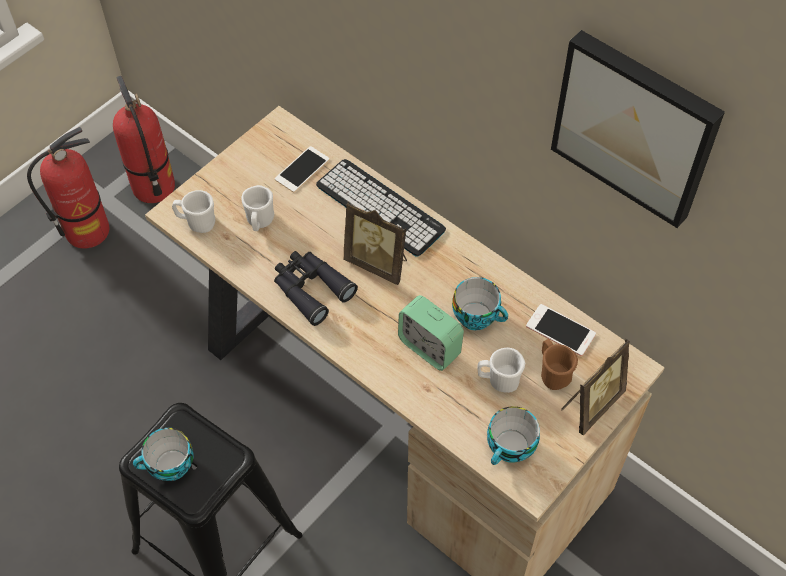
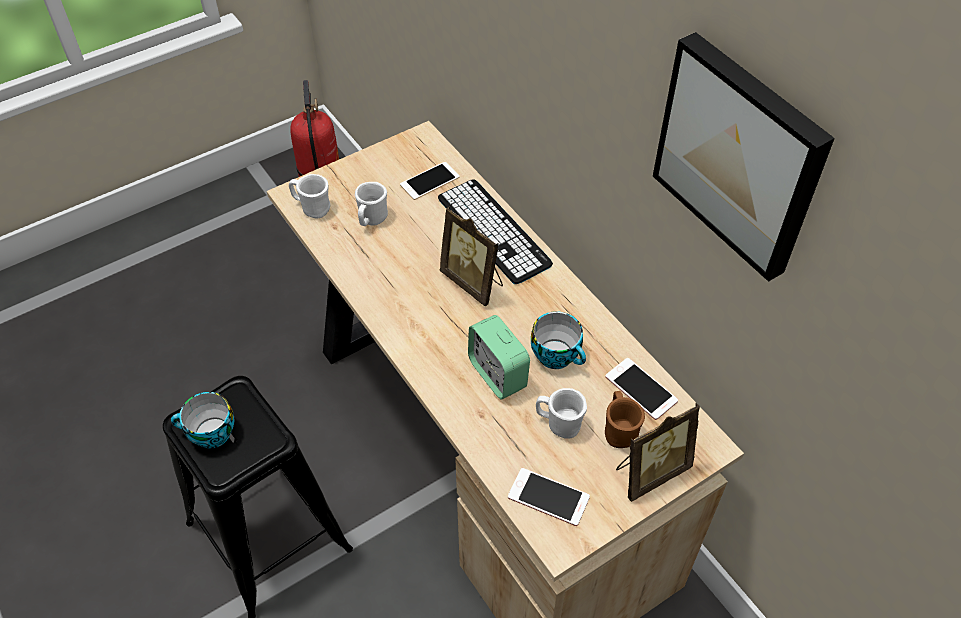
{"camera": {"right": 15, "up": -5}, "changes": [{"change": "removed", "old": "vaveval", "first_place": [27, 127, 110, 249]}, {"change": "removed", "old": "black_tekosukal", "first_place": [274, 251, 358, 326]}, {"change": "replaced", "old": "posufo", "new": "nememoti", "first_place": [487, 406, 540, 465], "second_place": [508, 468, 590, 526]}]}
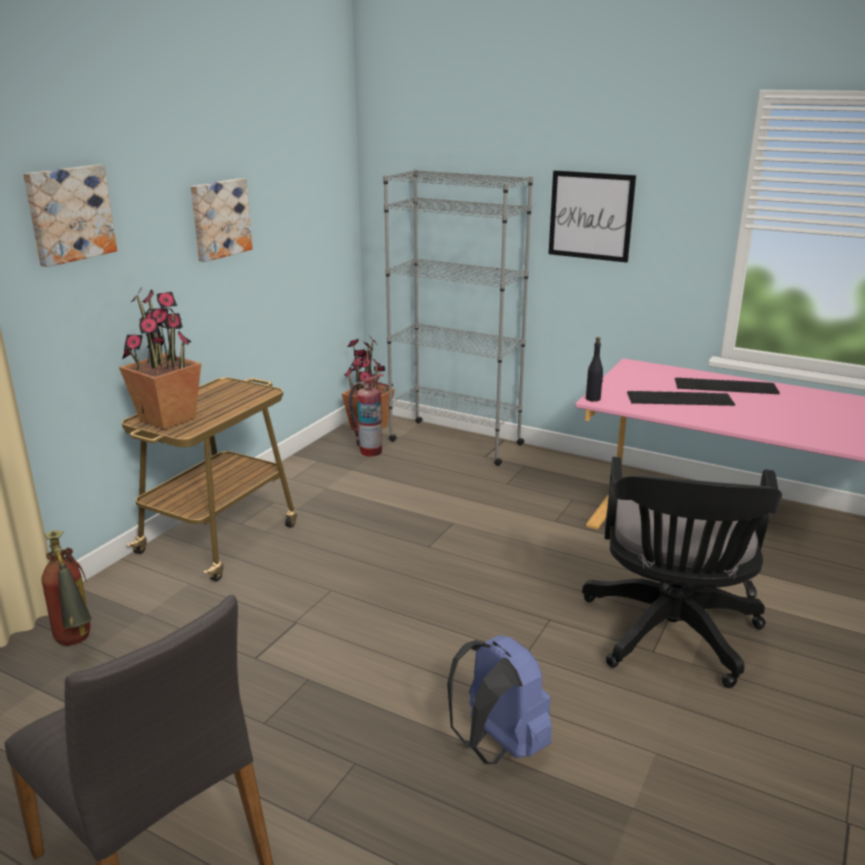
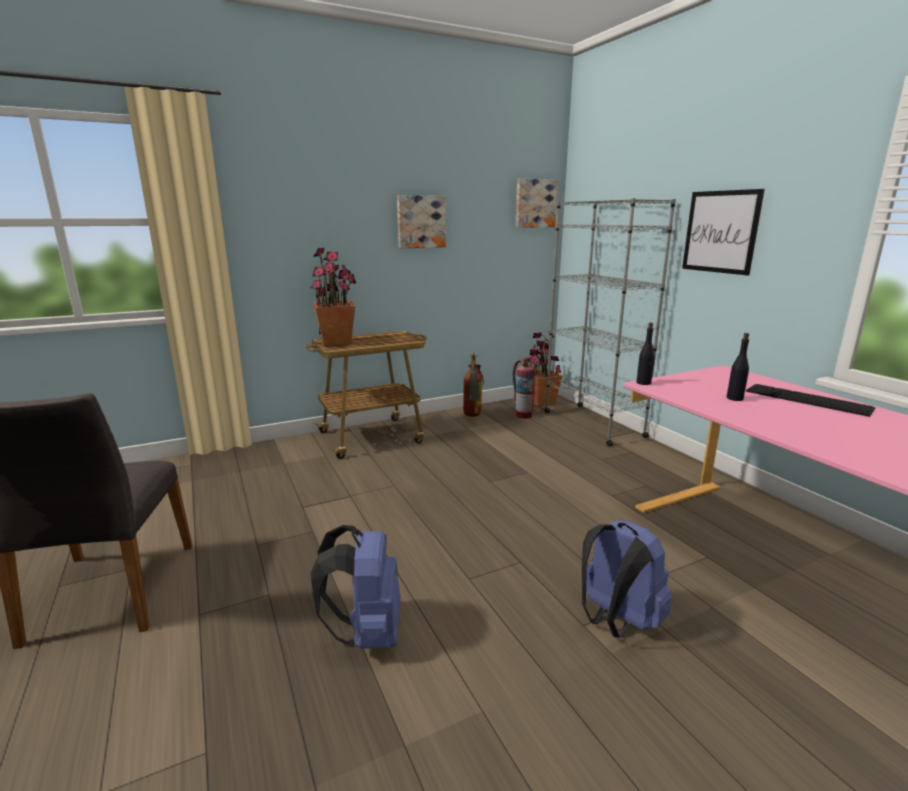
{"camera": {"right": 35, "up": -5}, "changes": [{"change": "moved", "old": "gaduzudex", "first_place": [23, 165, 117, 267], "second_place": [516, 178, 558, 228]}, {"change": "moved", "old": "vaveval", "first_place": [41, 530, 92, 646], "second_place": [463, 353, 484, 417]}, {"change": "replaced", "old": "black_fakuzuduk", "new": "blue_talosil", "first_place": [582, 457, 782, 688], "second_place": [582, 520, 671, 637]}, {"change": "replaced", "old": "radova", "new": "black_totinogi", "first_place": [627, 391, 735, 406], "second_place": [727, 333, 749, 401]}]}
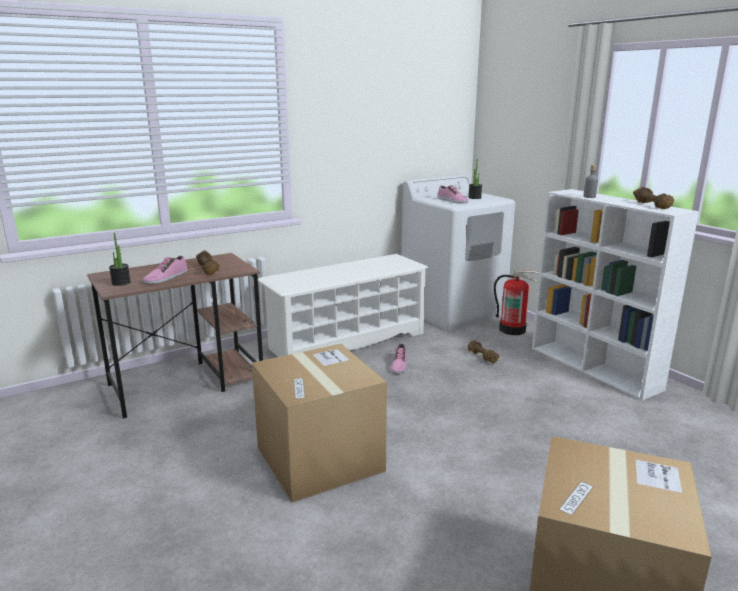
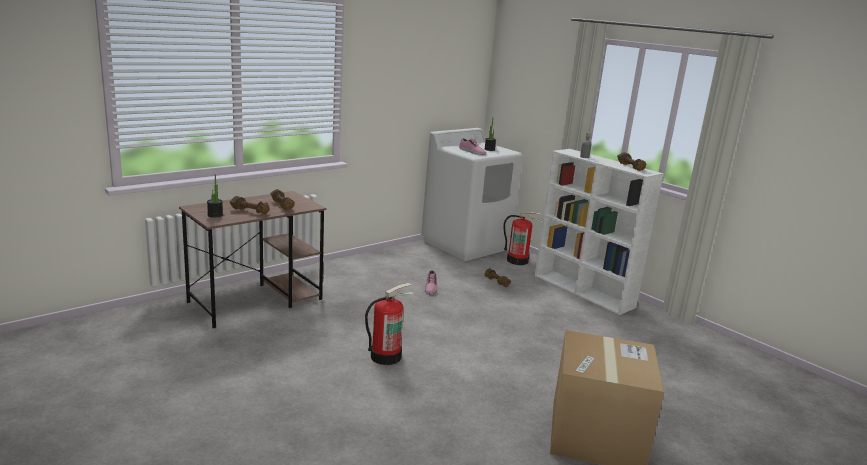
{"camera": {"right": -10, "up": 0}, "changes": [{"change": "removed", "old": "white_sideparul", "first_place": [258, 254, 429, 357]}, {"change": "replaced", "old": "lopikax", "new": "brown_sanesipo", "first_place": [143, 256, 187, 284], "second_place": [230, 196, 270, 215]}, {"change": "replaced", "old": "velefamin", "new": "vaveval", "first_place": [252, 344, 387, 503], "second_place": [365, 283, 414, 365]}]}
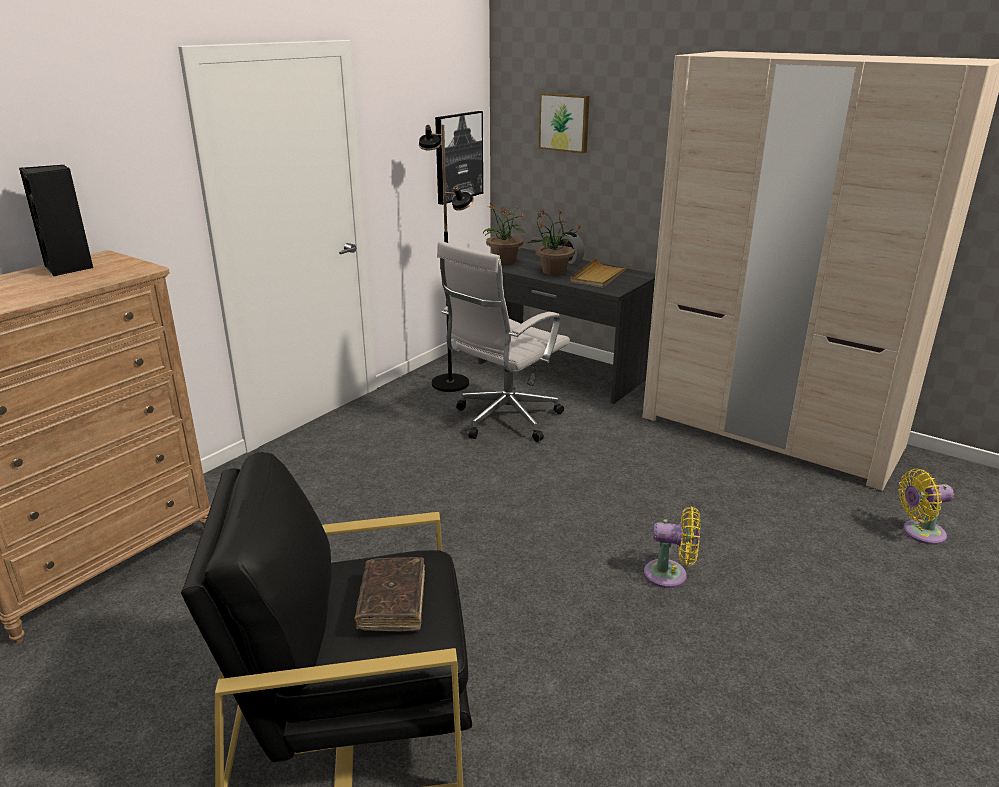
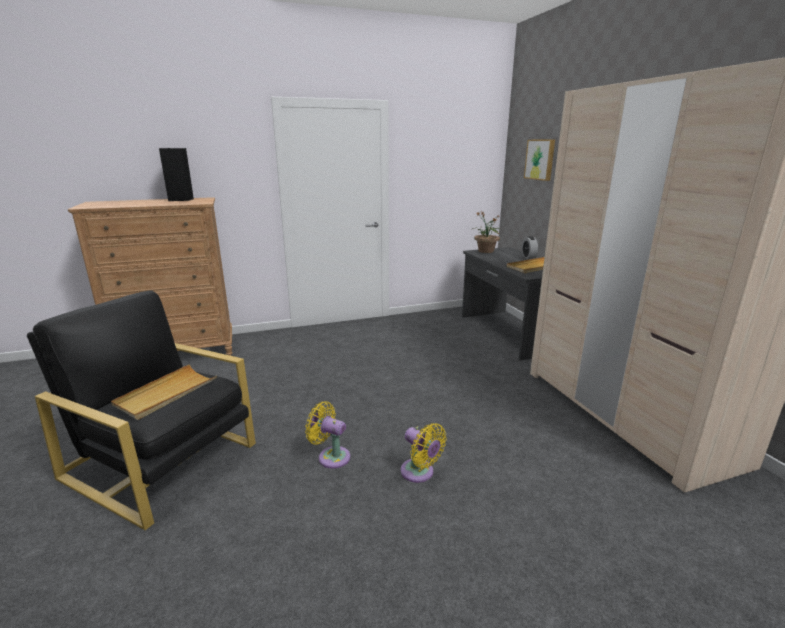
{"camera": {"right": 35, "up": -5}, "changes": [{"change": "removed", "old": "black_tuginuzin", "first_place": [419, 125, 474, 392]}, {"change": "removed", "old": "gaduzudex", "first_place": [435, 111, 483, 205]}, {"change": "removed", "old": "white_fakuzuduk", "first_place": [437, 241, 570, 442]}, {"change": "removed", "old": "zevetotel", "first_place": [526, 208, 581, 275]}, {"change": "moved", "old": "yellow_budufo", "first_place": [898, 469, 954, 545], "second_place": [305, 401, 350, 469]}, {"change": "replaced", "old": "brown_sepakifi", "new": "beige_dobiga", "first_place": [354, 557, 425, 632], "second_place": [111, 364, 217, 420]}]}
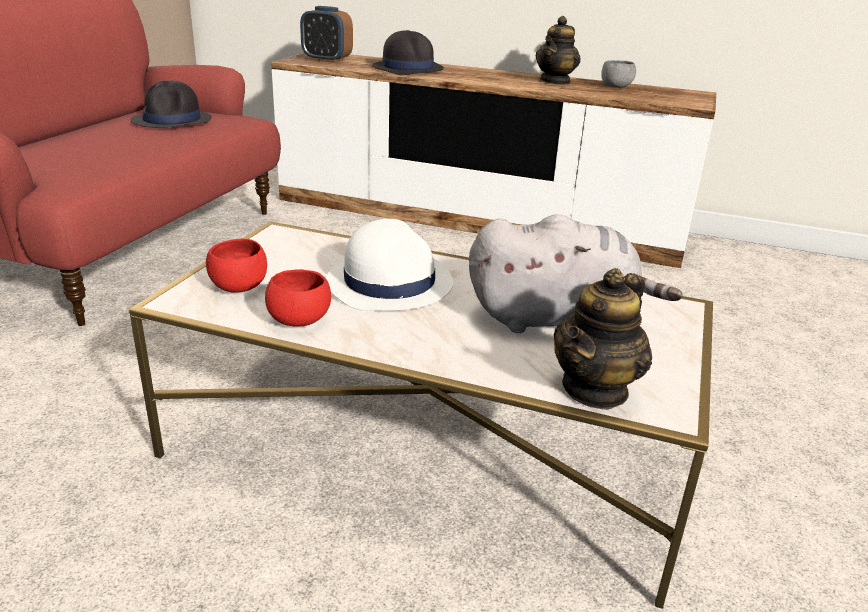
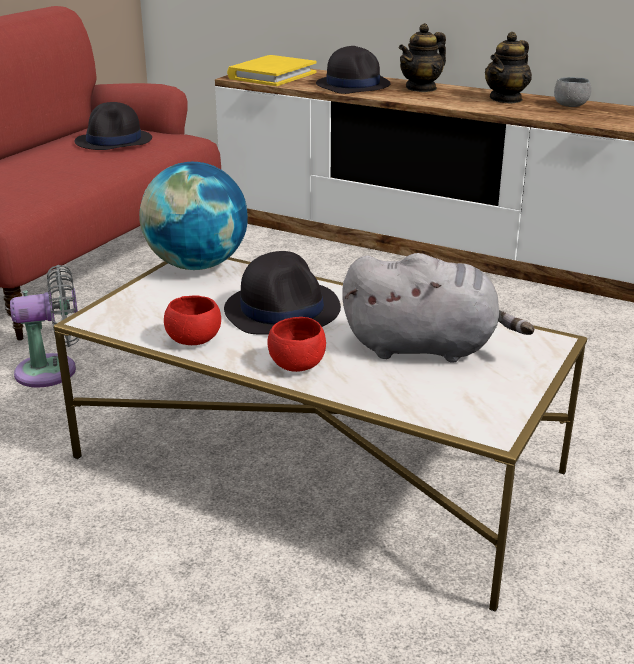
{"camera": {"right": 10, "up": 0}, "changes": [{"change": "added", "new": "grey_budufo", "second_place": [10, 265, 79, 388]}, {"change": "added", "new": "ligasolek", "second_place": [139, 162, 248, 270]}, {"change": "moved", "old": "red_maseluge", "first_place": [206, 239, 267, 293], "second_place": [267, 317, 326, 372]}, {"change": "moved", "old": "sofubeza", "first_place": [553, 268, 652, 410], "second_place": [399, 23, 446, 92]}, {"change": "replaced", "old": "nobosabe", "new": "yellow_sepakifi", "first_place": [300, 6, 353, 63], "second_place": [227, 55, 317, 86]}, {"change": "recoloured", "old": "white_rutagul", "new": "black_rutagul", "first_place": [326, 219, 453, 311], "second_place": [224, 251, 341, 334]}]}
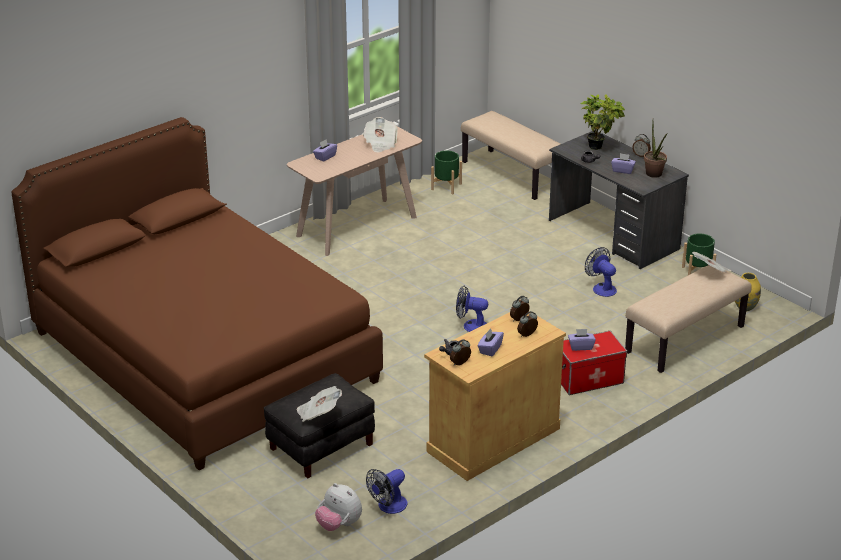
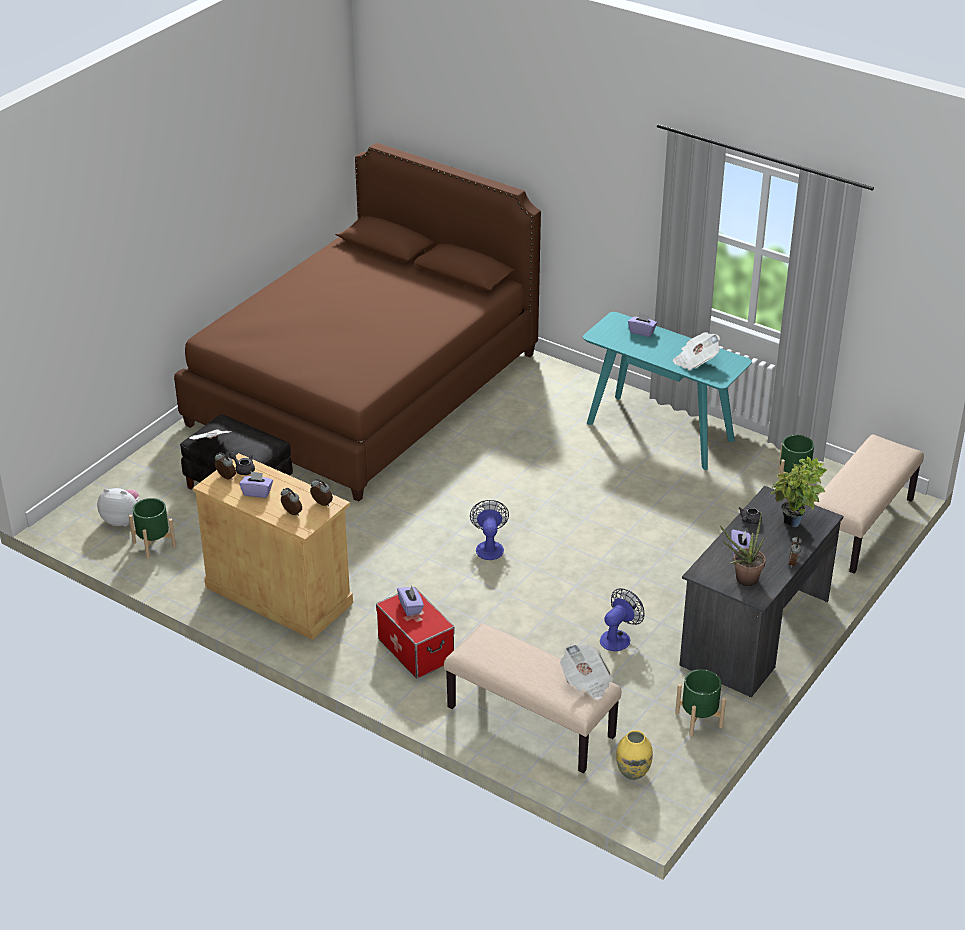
{"camera": {"right": 75, "up": 5}, "changes": [{"change": "replaced", "old": "budufo", "new": "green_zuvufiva", "first_place": [366, 469, 408, 514], "second_place": [129, 498, 176, 559]}, {"change": "recoloured", "old": "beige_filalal", "new": "turquoise_filalal", "first_place": [287, 127, 422, 256], "second_place": [583, 312, 752, 470]}, {"change": "turned", "old": "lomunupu", "first_place": [315, 483, 362, 531], "second_place": [97, 488, 139, 526], "degrees": 75}]}
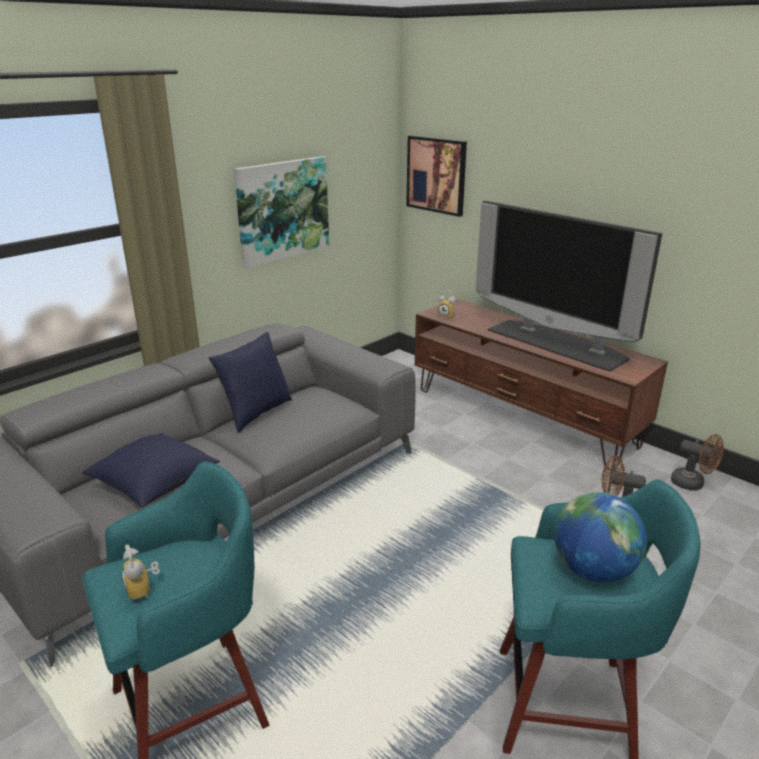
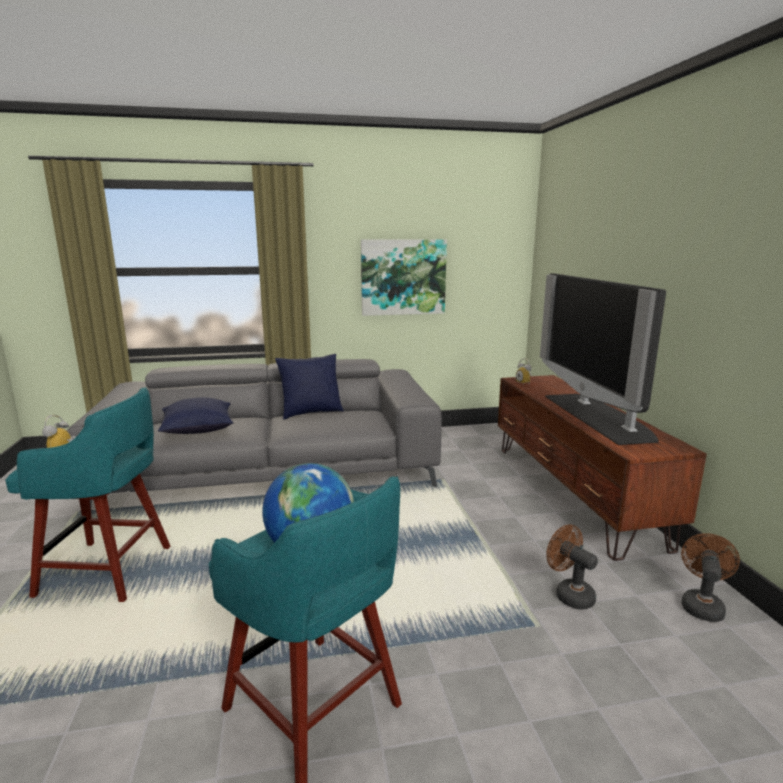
{"camera": {"right": 35, "up": -10}, "changes": [{"change": "removed", "old": "gaduzudex", "first_place": [406, 135, 467, 217]}, {"change": "turned", "old": "brown_budufo", "first_place": [671, 434, 724, 491], "second_place": [681, 533, 740, 622], "degrees": -135}]}
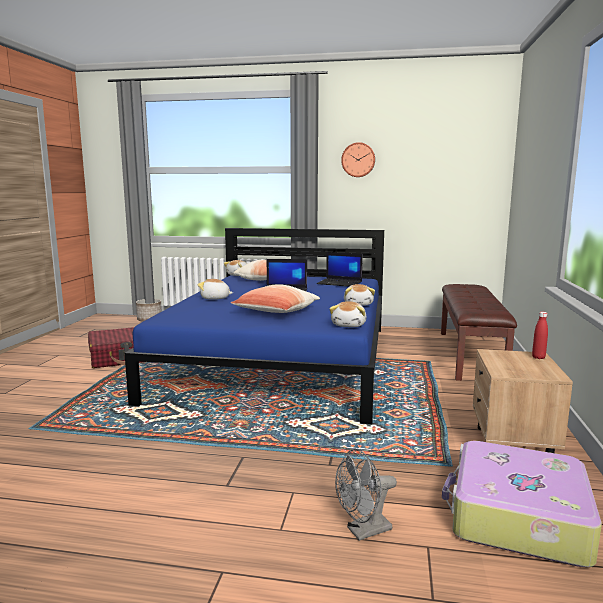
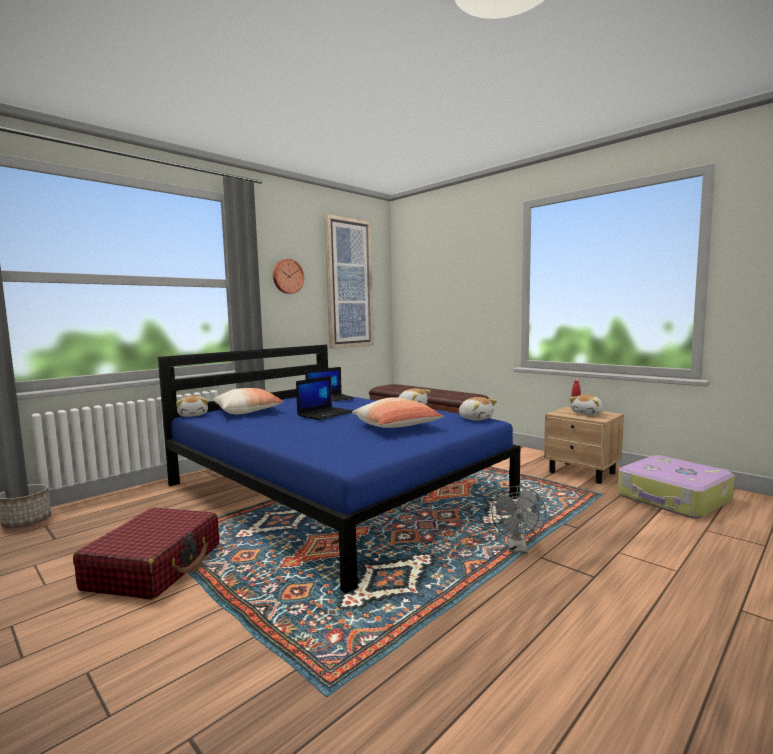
{"camera": {"right": -55, "up": -5}, "changes": [{"change": "added", "new": "gaduzudex", "second_place": [324, 214, 374, 349]}, {"change": "moved", "old": "lomunupu", "first_place": [198, 279, 233, 300], "second_place": [569, 395, 603, 415]}, {"change": "moved", "old": "grey_budufo", "first_place": [335, 449, 397, 541], "second_place": [491, 486, 547, 554]}]}
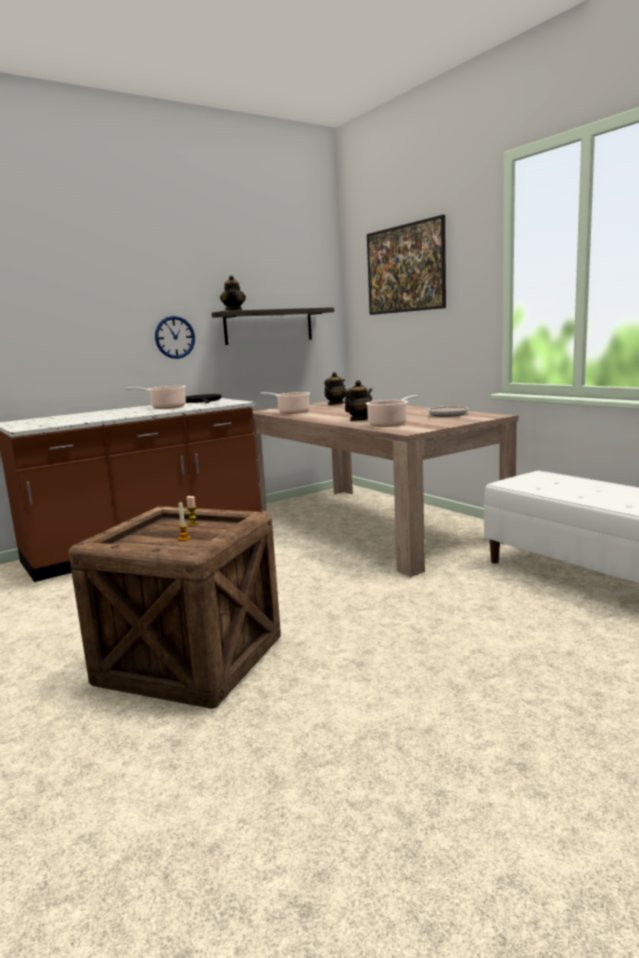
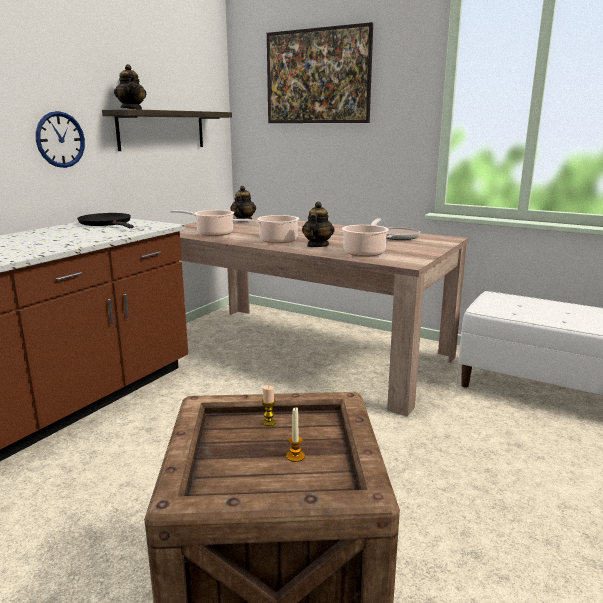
{"camera": {"right": -25, "up": 5}, "changes": [{"change": "moved", "old": "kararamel", "first_place": [125, 386, 186, 409], "second_place": [232, 215, 299, 244]}]}
